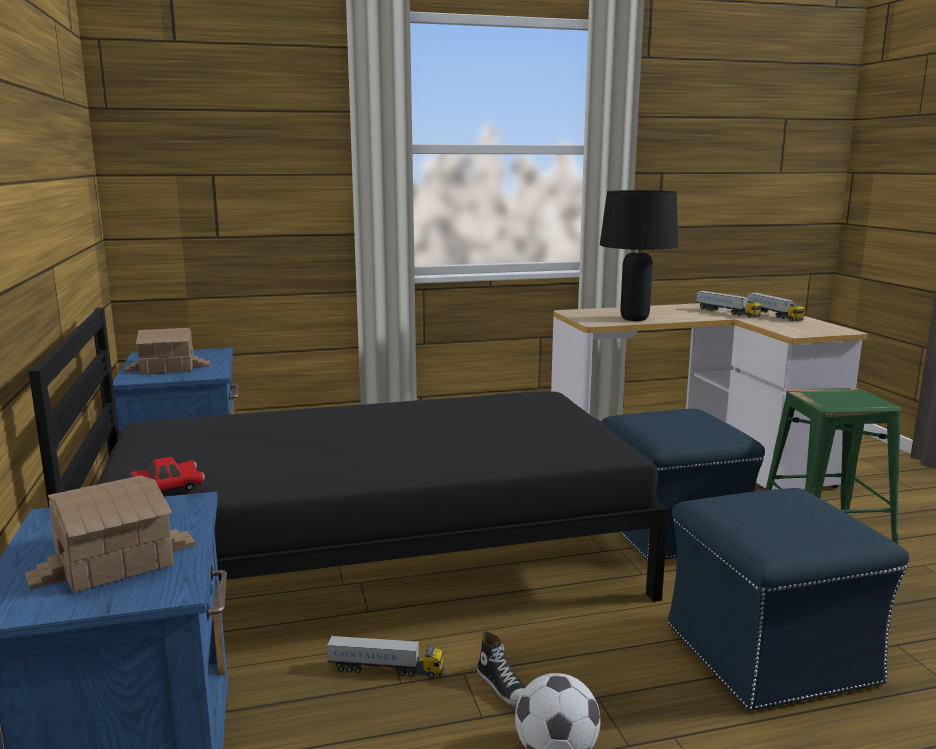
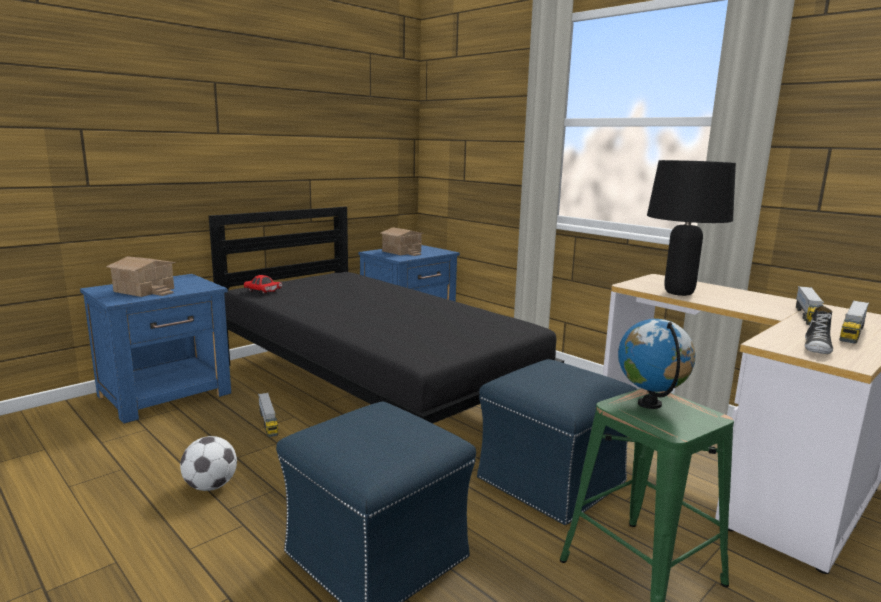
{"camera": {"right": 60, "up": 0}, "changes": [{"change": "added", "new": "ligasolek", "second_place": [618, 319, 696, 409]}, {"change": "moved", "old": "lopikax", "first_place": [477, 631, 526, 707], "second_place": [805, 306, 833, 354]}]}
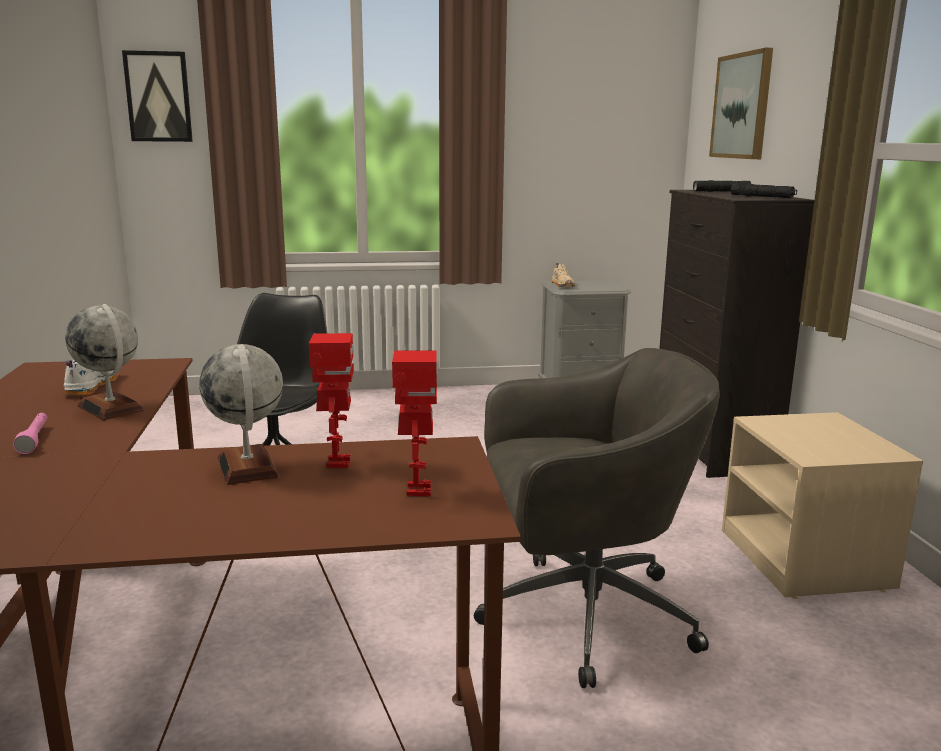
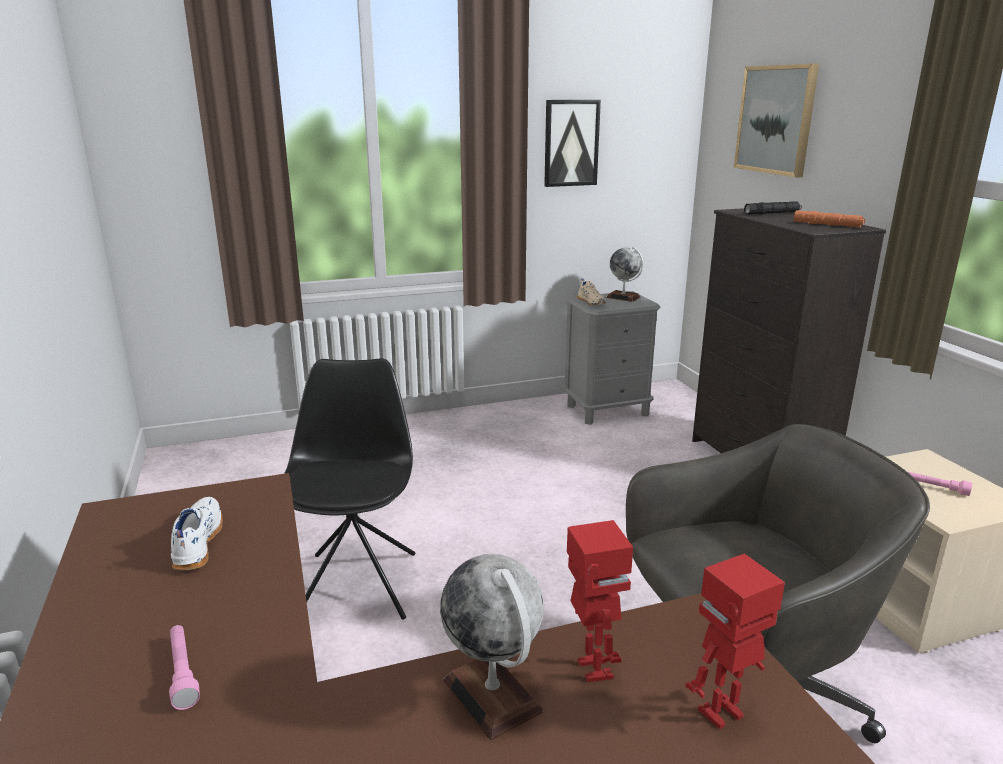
{"camera": {"right": -10, "up": 5}, "changes": [{"change": "added", "new": "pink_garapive", "second_place": [908, 472, 972, 496]}, {"change": "moved", "old": "ligasolek", "first_place": [65, 304, 144, 420], "second_place": [606, 247, 644, 302]}, {"change": "moved", "old": "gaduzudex", "first_place": [122, 50, 193, 142], "second_place": [544, 100, 601, 187]}, {"change": "recoloured", "old": "black_garapive", "new": "orange_garapive", "first_place": [731, 184, 797, 198], "second_place": [794, 210, 865, 228]}, {"change": "turned", "old": "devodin", "first_place": [392, 351, 438, 496], "second_place": [685, 553, 785, 729], "degrees": -105}]}
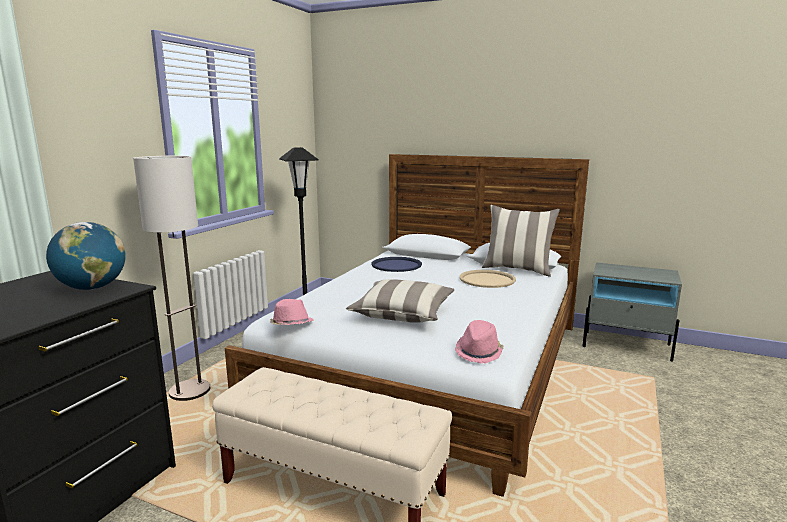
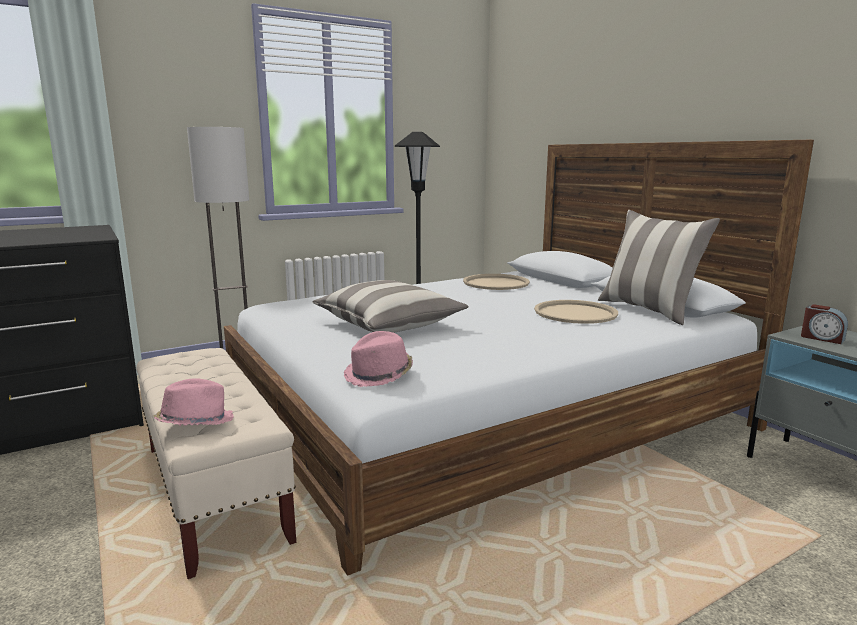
{"camera": {"right": 35, "up": 0}, "changes": [{"change": "removed", "old": "ligasolek", "first_place": [46, 222, 126, 290]}, {"change": "added", "new": "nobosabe", "second_place": [801, 304, 848, 344]}, {"change": "moved", "old": "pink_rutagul", "first_place": [270, 299, 314, 325], "second_place": [153, 378, 234, 426]}, {"change": "recoloured", "old": "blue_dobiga", "new": "beige_dobiga", "first_place": [372, 257, 422, 272], "second_place": [463, 274, 530, 290]}]}
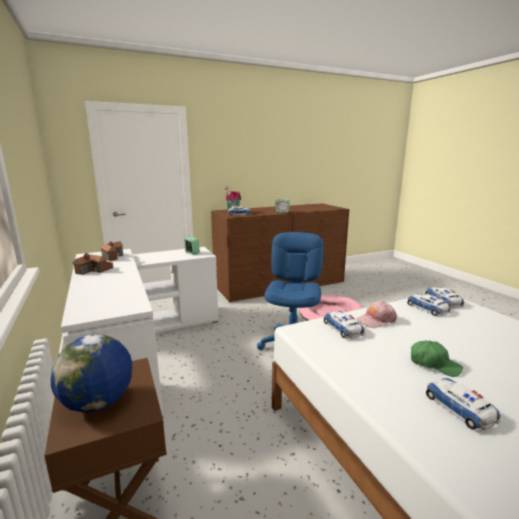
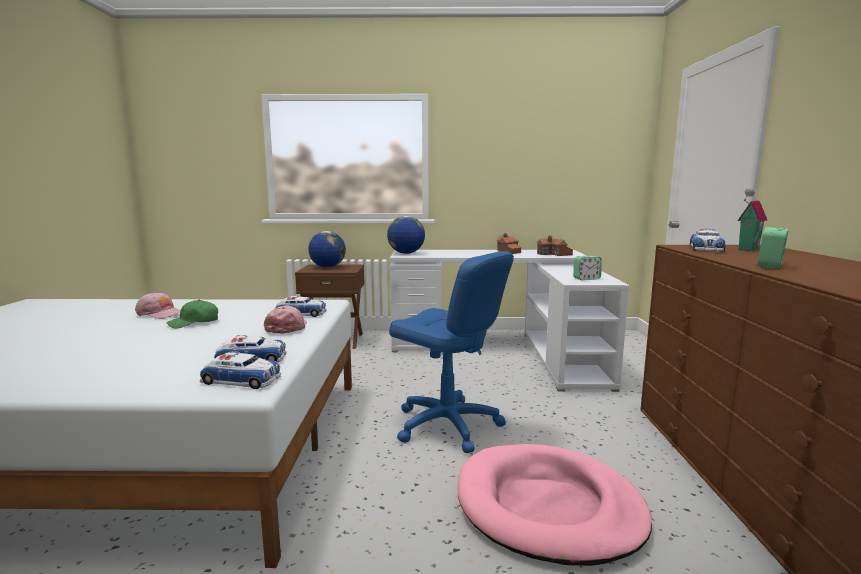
{"camera": {"right": 115, "up": -5}, "changes": [{"change": "added", "new": "ligasolek", "second_place": [387, 216, 425, 254]}, {"change": "replaced", "old": "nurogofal", "new": "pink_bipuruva", "first_place": [426, 378, 500, 433], "second_place": [135, 292, 181, 319]}]}
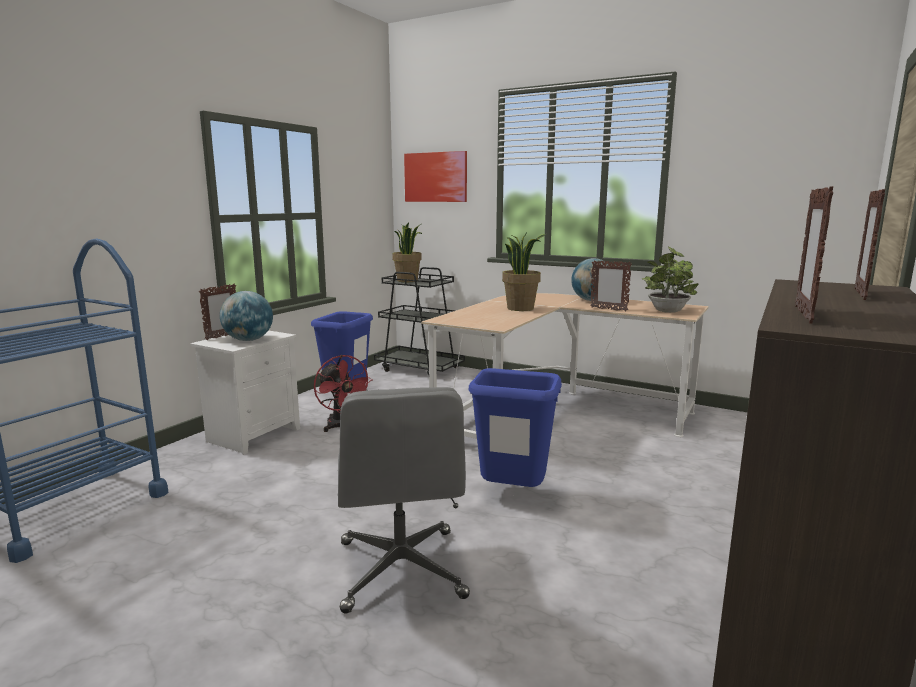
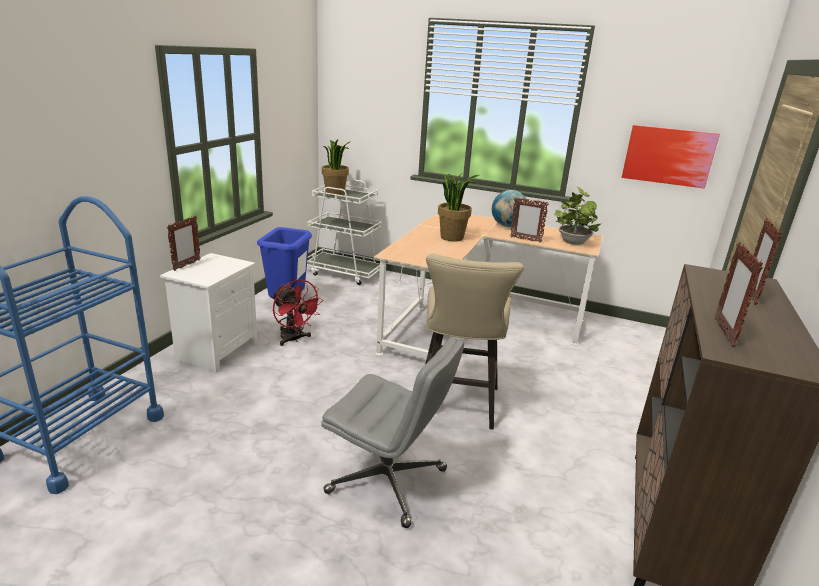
{"camera": {"right": -10, "up": 10}, "changes": [{"change": "removed", "old": "ligasolek", "first_place": [220, 291, 273, 341]}, {"change": "moved", "old": "gaduzudex", "first_place": [404, 151, 467, 202], "second_place": [622, 125, 720, 189]}, {"change": "replaced", "old": "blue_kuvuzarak", "new": "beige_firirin", "first_place": [469, 368, 562, 487], "second_place": [425, 254, 524, 430]}, {"change": "recoloured", "old": "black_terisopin", "new": "white_terisopin", "first_place": [374, 267, 465, 375], "second_place": [307, 179, 382, 285]}, {"change": "turned", "old": "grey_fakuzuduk", "first_place": [338, 387, 470, 614], "second_place": [321, 337, 464, 528], "degrees": -45}]}
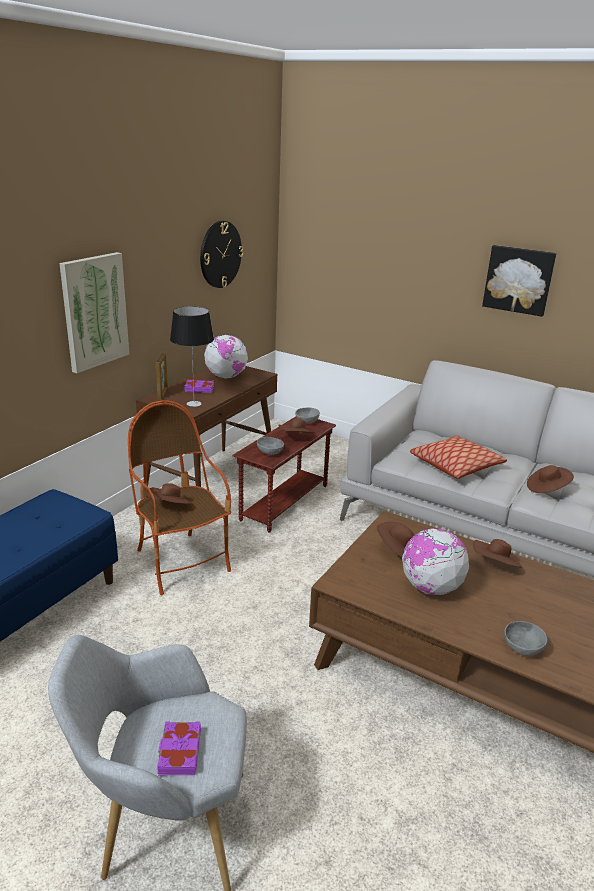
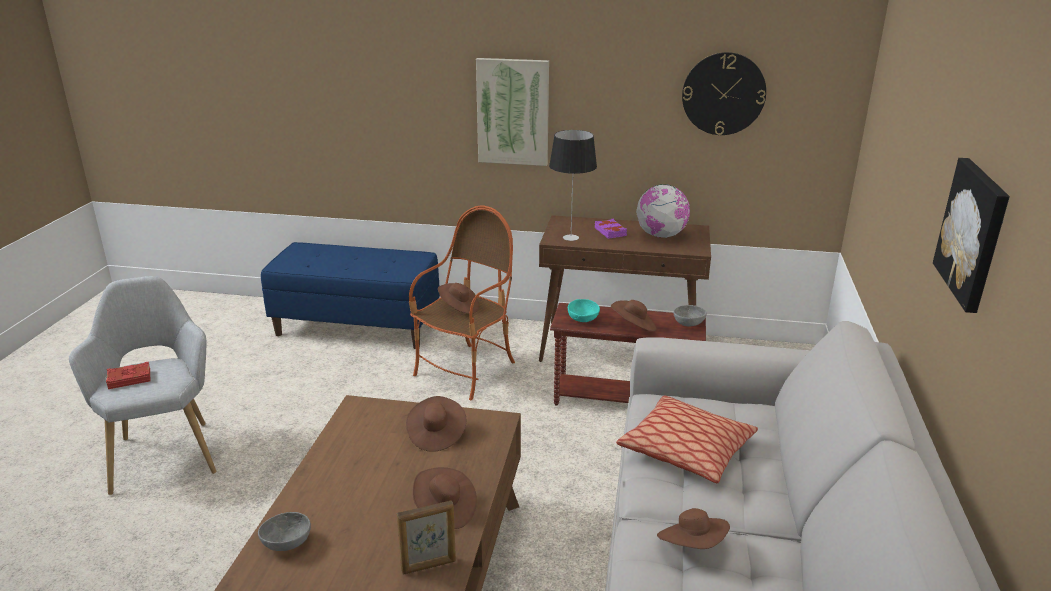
{"camera": {"right": 70, "up": 0}, "changes": [{"change": "removed", "old": "ligasolek", "first_place": [402, 528, 469, 595]}, {"change": "moved", "old": "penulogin", "first_place": [156, 353, 168, 399], "second_place": [397, 501, 456, 574]}, {"change": "recoloured", "old": "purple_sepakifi", "new": "red_sepakifi", "first_place": [157, 721, 201, 775], "second_place": [106, 361, 150, 389]}, {"change": "recoloured", "old": "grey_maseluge", "new": "turquoise_maseluge", "first_place": [257, 437, 284, 455], "second_place": [568, 299, 600, 322]}]}
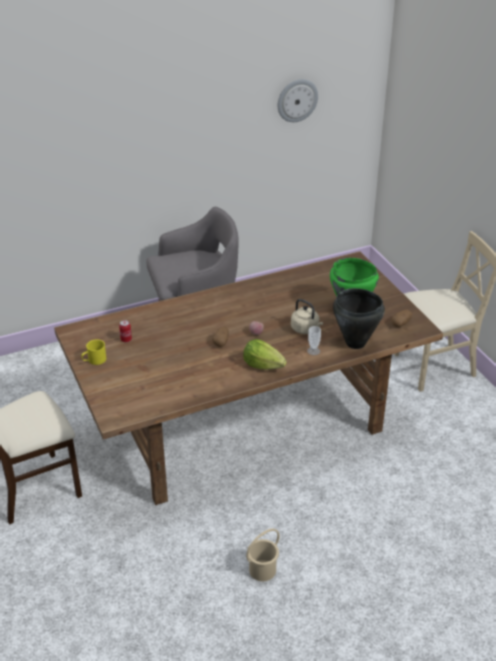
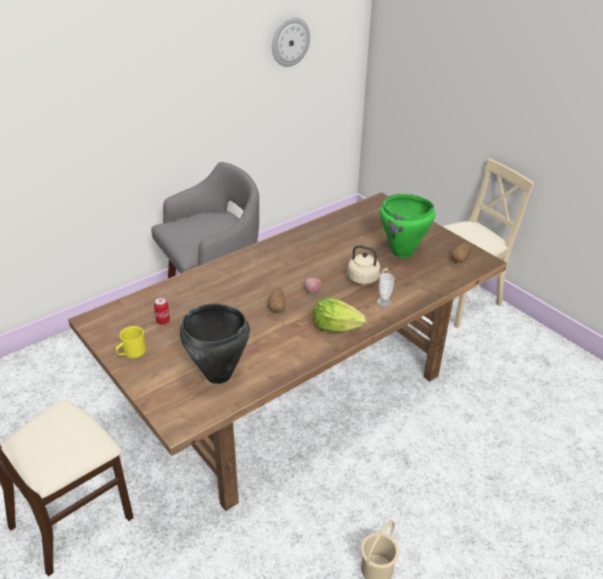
{"camera": {"right": -15, "up": 0}, "changes": [{"change": "moved", "old": "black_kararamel", "first_place": [333, 288, 385, 349], "second_place": [180, 304, 250, 384]}]}
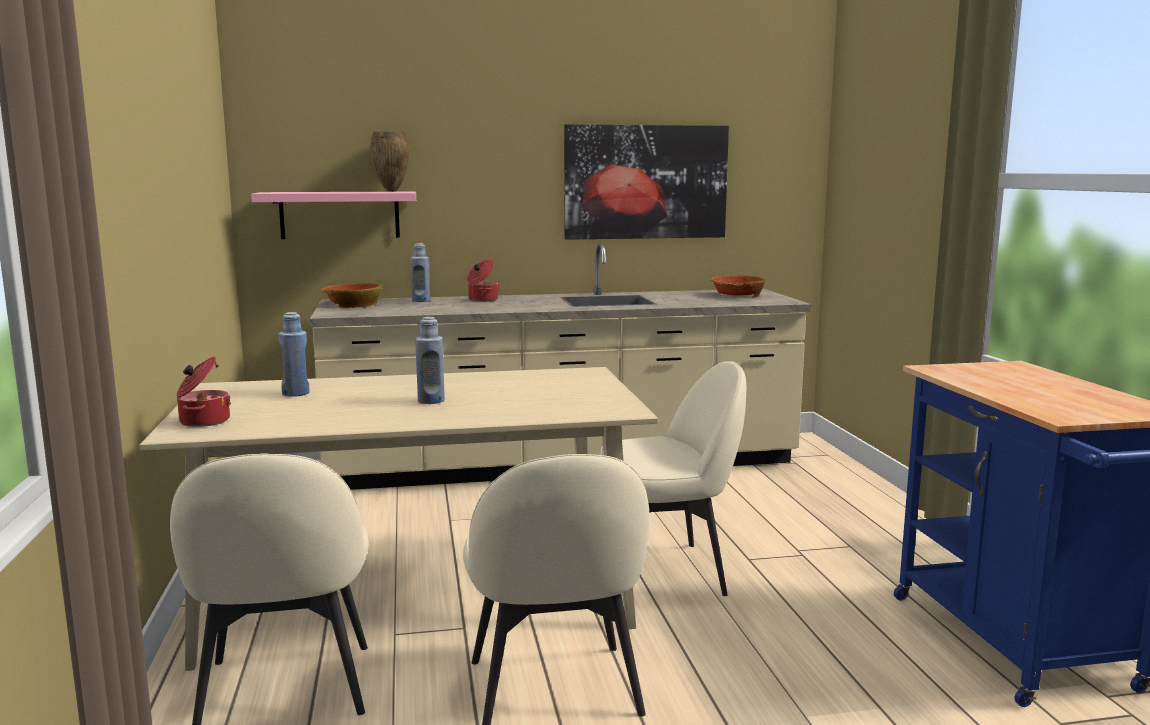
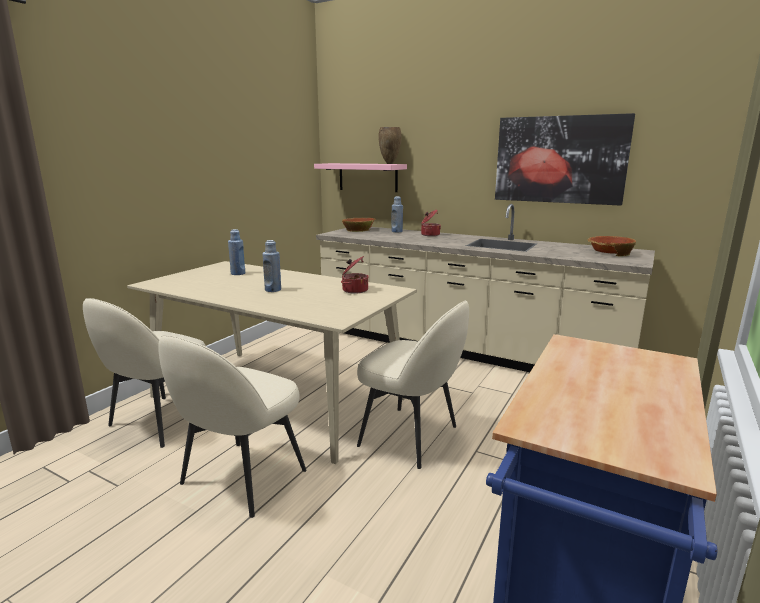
{"camera": {"right": 40, "up": 5}, "changes": [{"change": "moved", "old": "kararamel", "first_place": [177, 357, 231, 427], "second_place": [341, 256, 369, 293]}]}
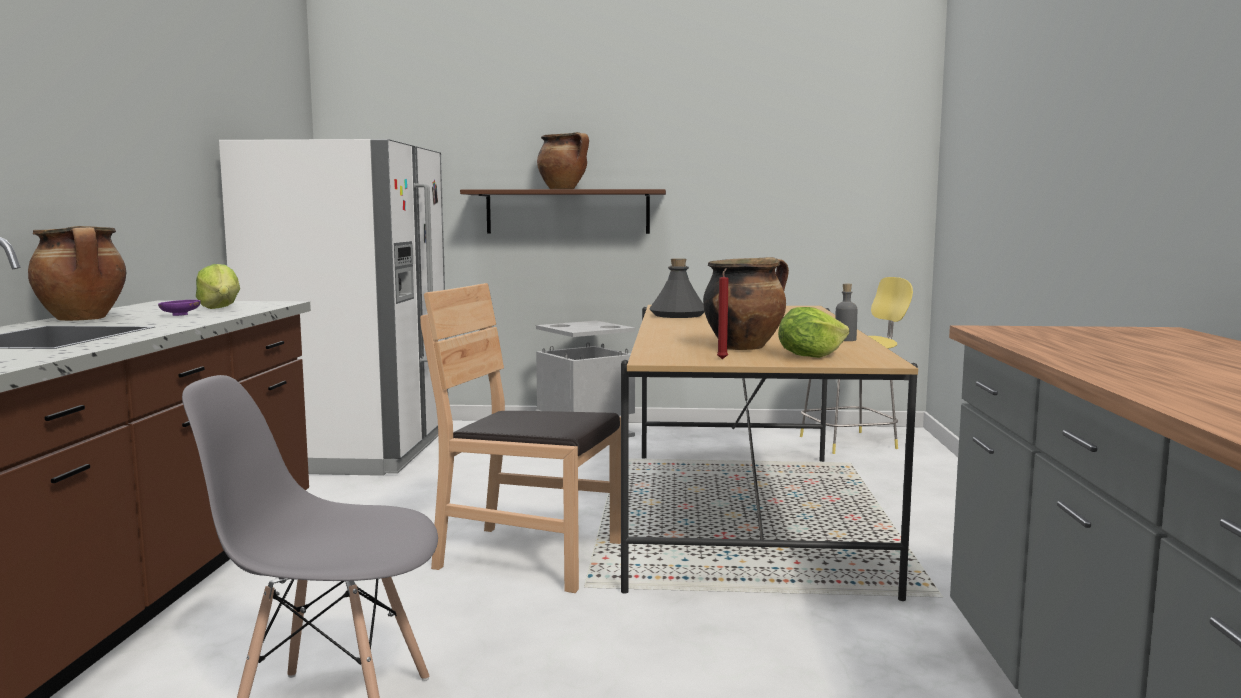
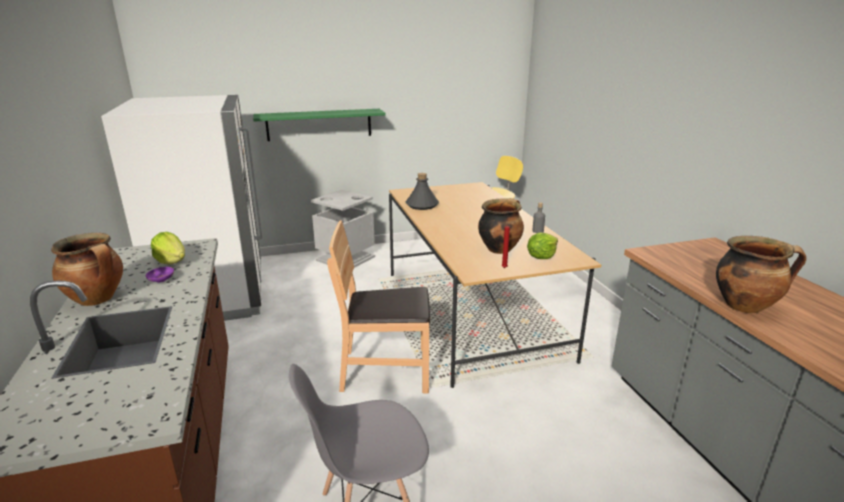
{"camera": {"right": -20, "up": 15}, "changes": [{"change": "moved", "old": "kararamel", "first_place": [537, 132, 589, 189], "second_place": [716, 236, 806, 313]}, {"change": "recoloured", "old": "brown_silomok", "new": "green_silomok", "first_place": [460, 189, 666, 234], "second_place": [253, 109, 386, 141]}]}
